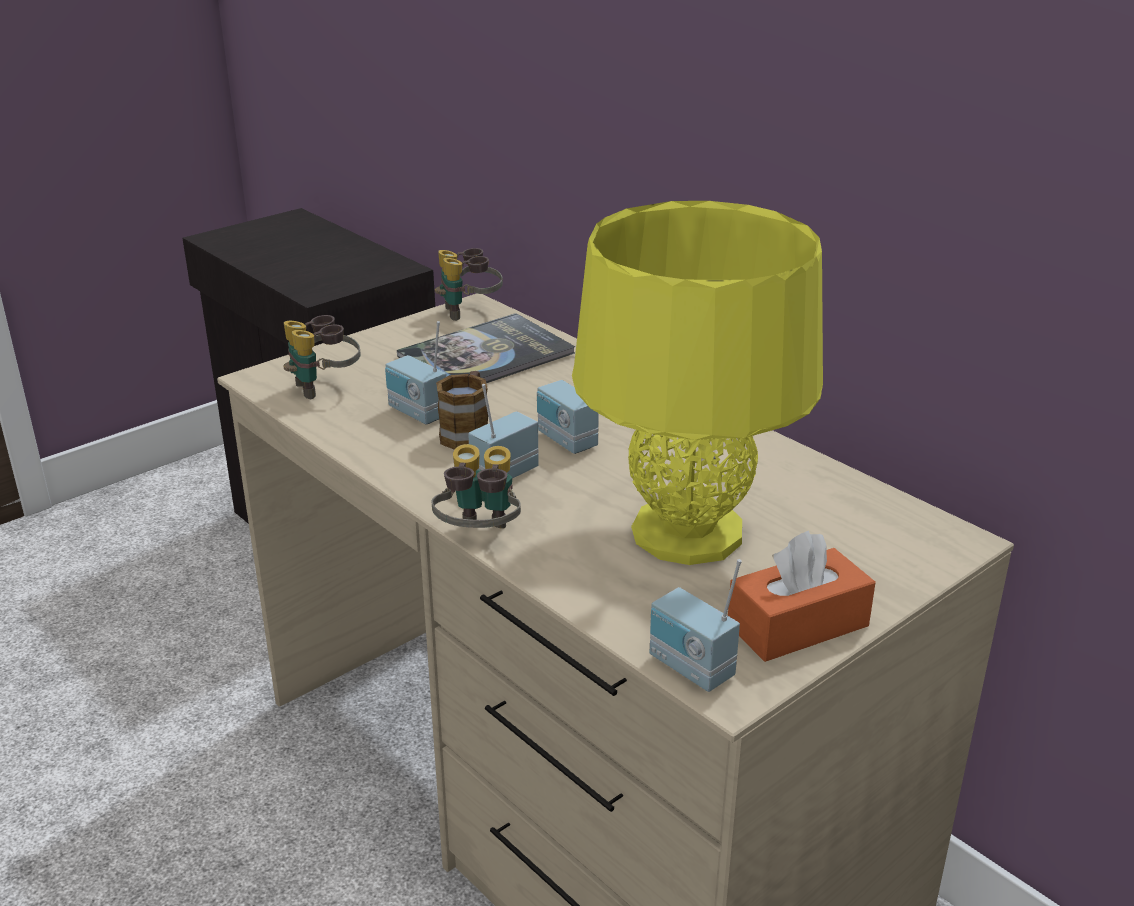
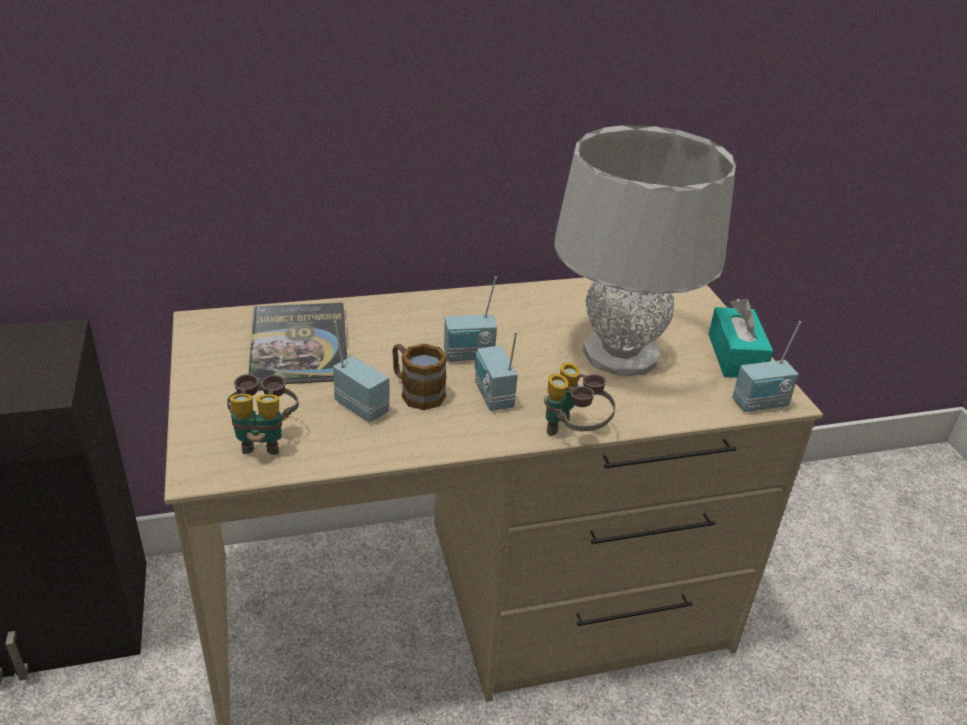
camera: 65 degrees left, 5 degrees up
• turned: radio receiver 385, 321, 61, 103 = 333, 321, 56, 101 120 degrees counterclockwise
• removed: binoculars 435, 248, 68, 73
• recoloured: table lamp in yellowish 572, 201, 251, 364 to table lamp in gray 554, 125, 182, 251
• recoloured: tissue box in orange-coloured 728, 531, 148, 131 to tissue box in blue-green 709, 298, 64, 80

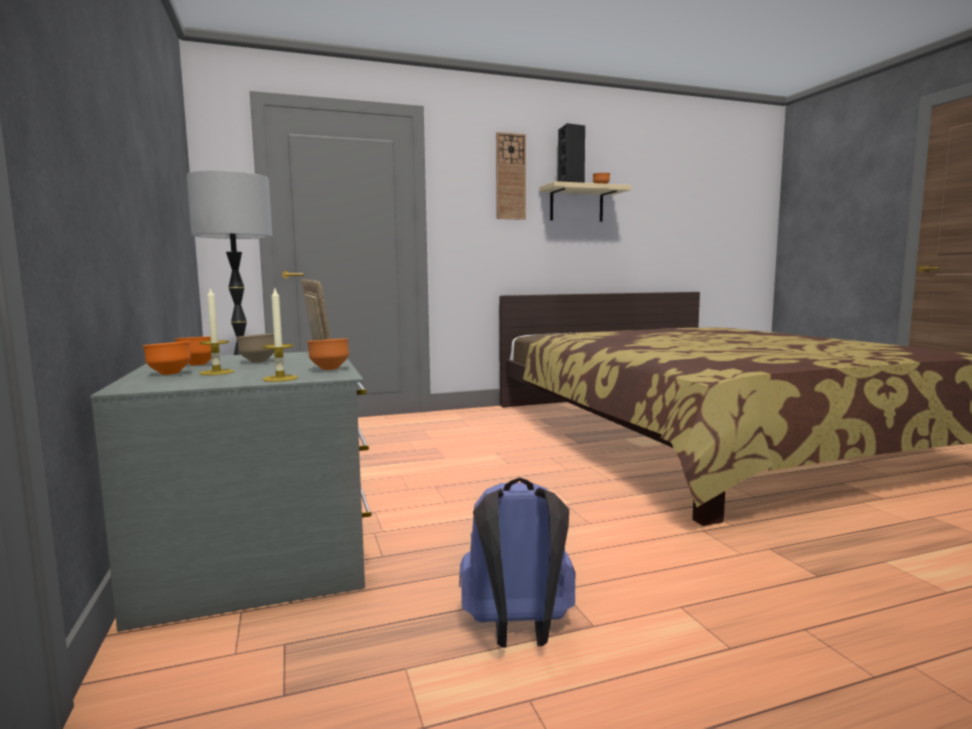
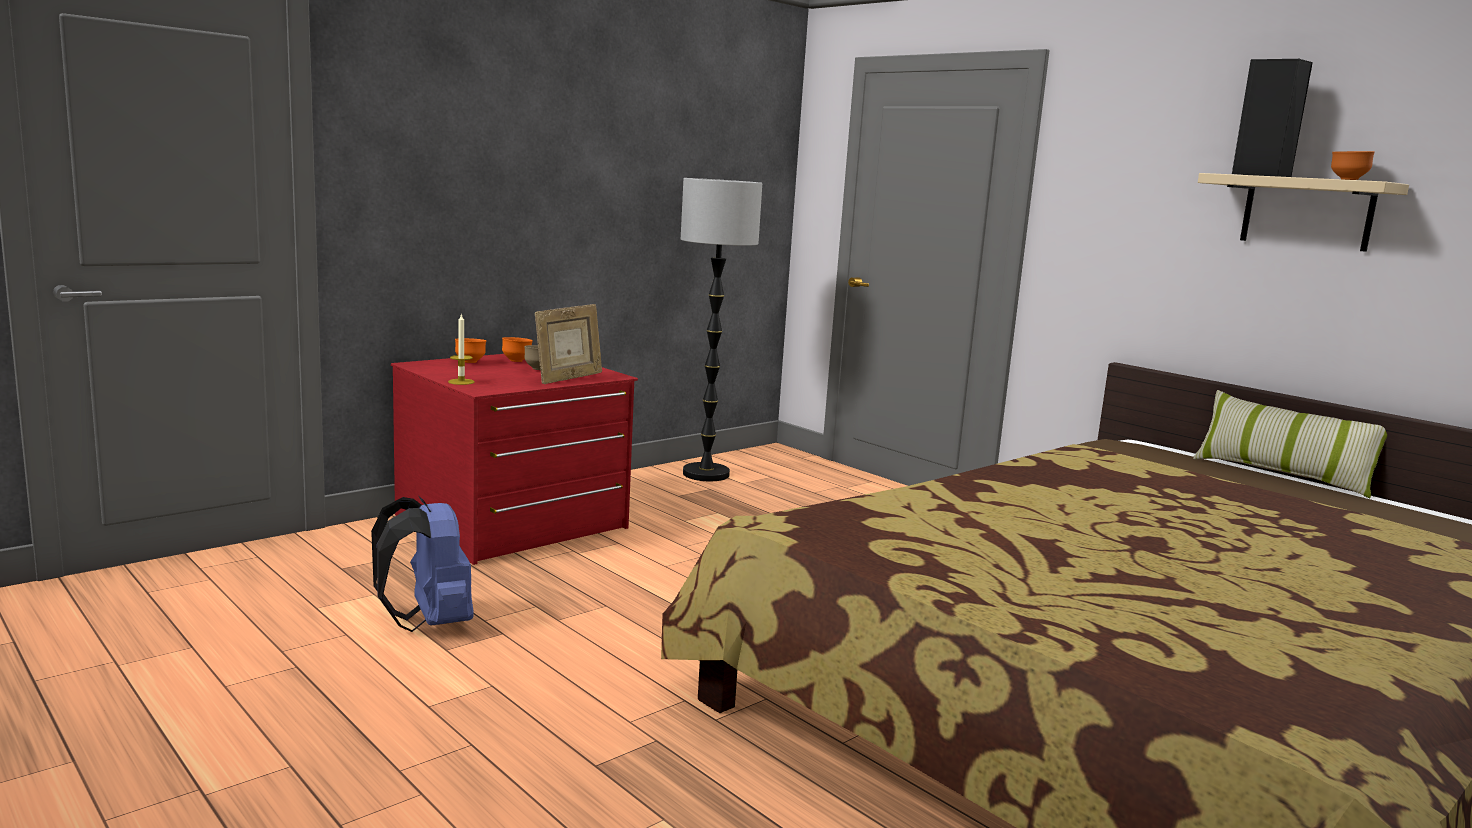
camera: 65 degrees right, 5 degrees up
• recoloured: drawer chest in gray 90, 352, 282, 280 to drawer chest in red 391, 354, 247, 211
• removed: wax candle 199, 287, 35, 88
• removed: serving bowl in orange-coloured 307, 338, 42, 32
• removed: wall clock 496, 132, 30, 88
• added: throw pillow 1193, 390, 194, 108

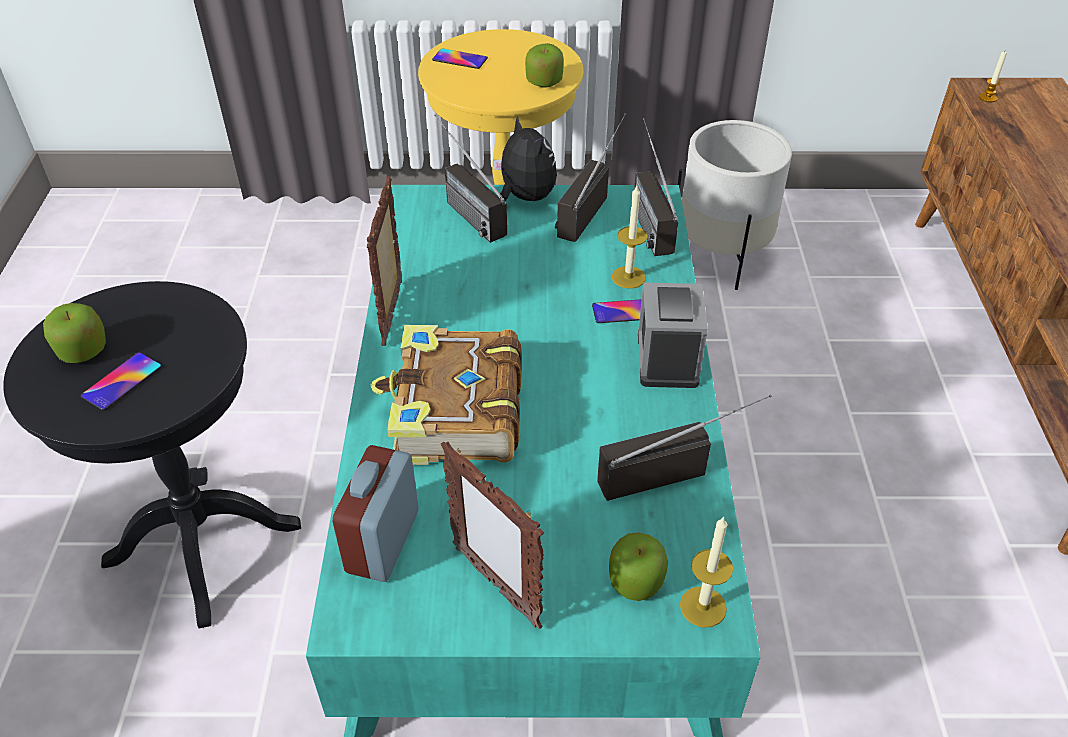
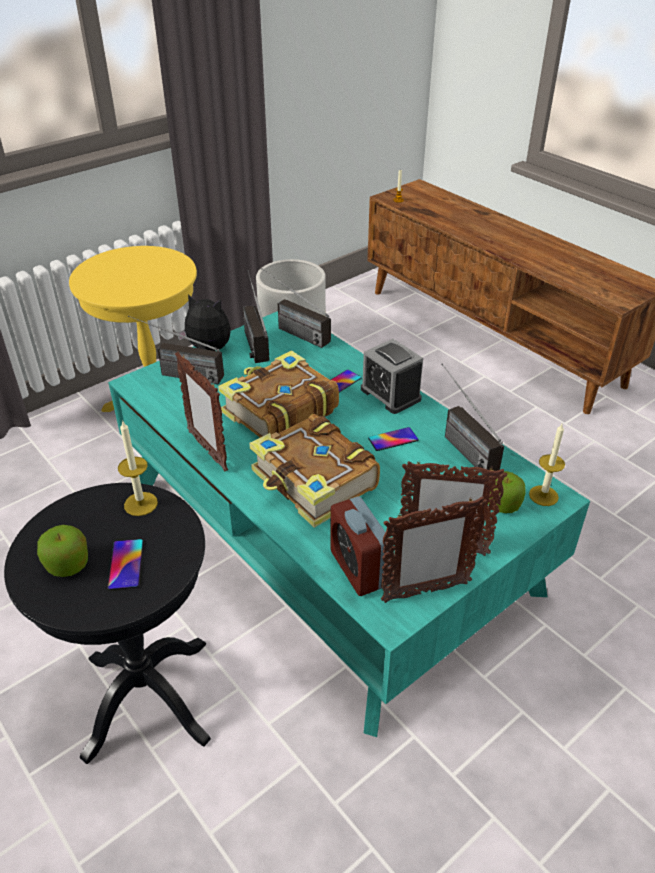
camera: 40 degrees left, 5 degrees down
• moved: telephone 432, 49, 56, 20 to 368, 427, 51, 24
• removed: apple fruit 525, 43, 39, 45
• turned: radio receiver 597, 394, 175, 107 = 441, 363, 63, 113 60 degrees counterclockwise
• moved: wax candle 612, 186, 35, 103 to 118, 420, 40, 96
• added: volume 218, 350, 121, 87
• added: standing frame 381, 497, 106, 106

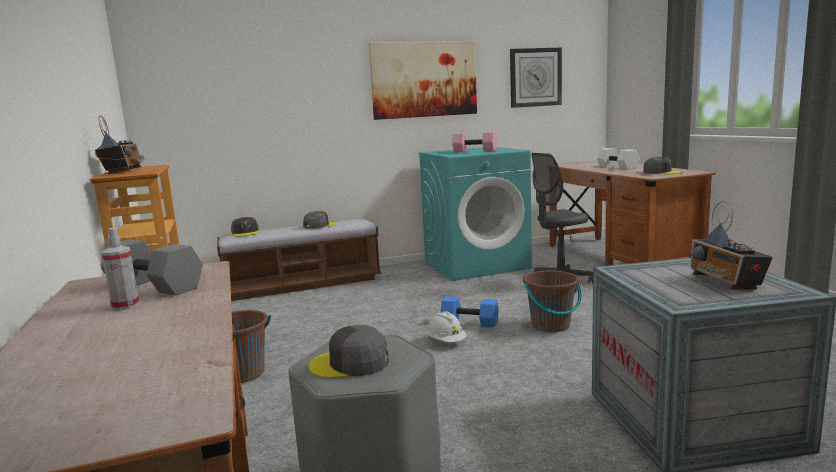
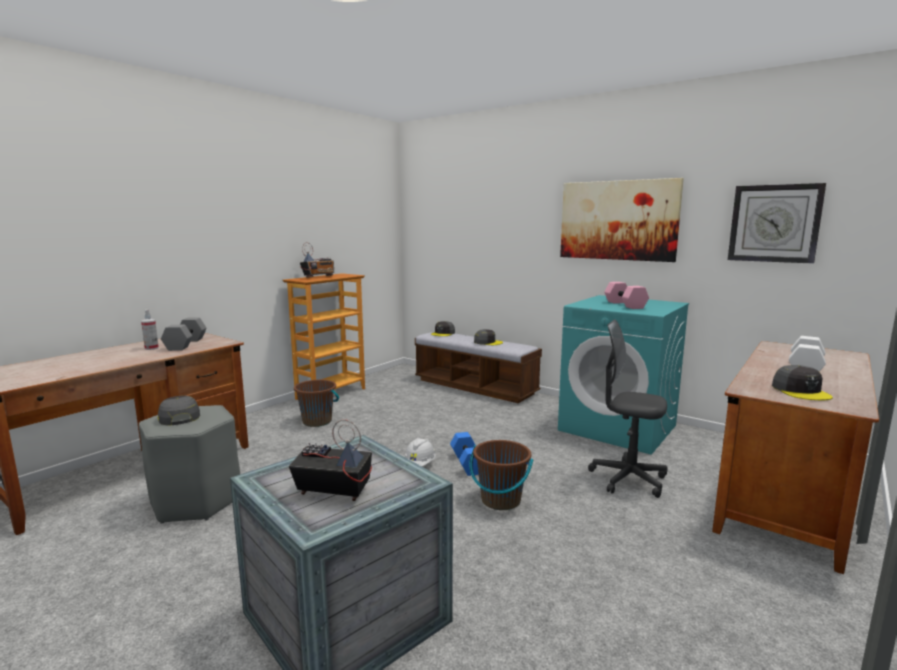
camera: 55 degrees right, 0 degrees up
• turned: radio receiver 690, 201, 83, 89 = 289, 419, 83, 82 60 degrees clockwise

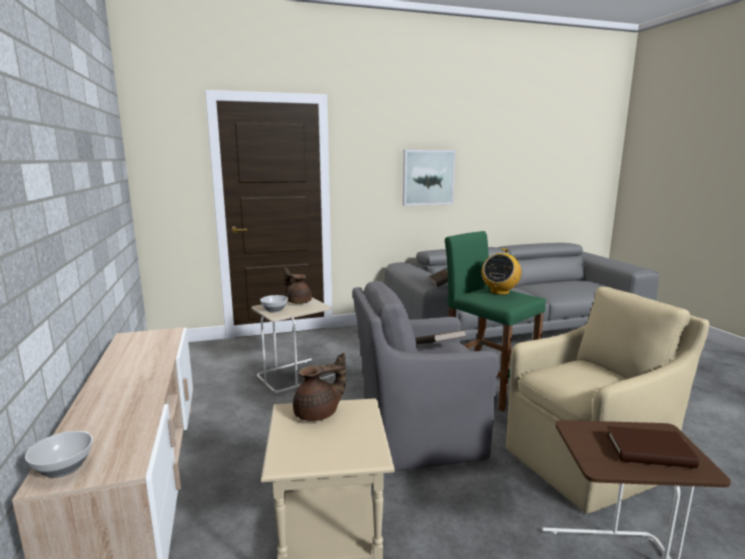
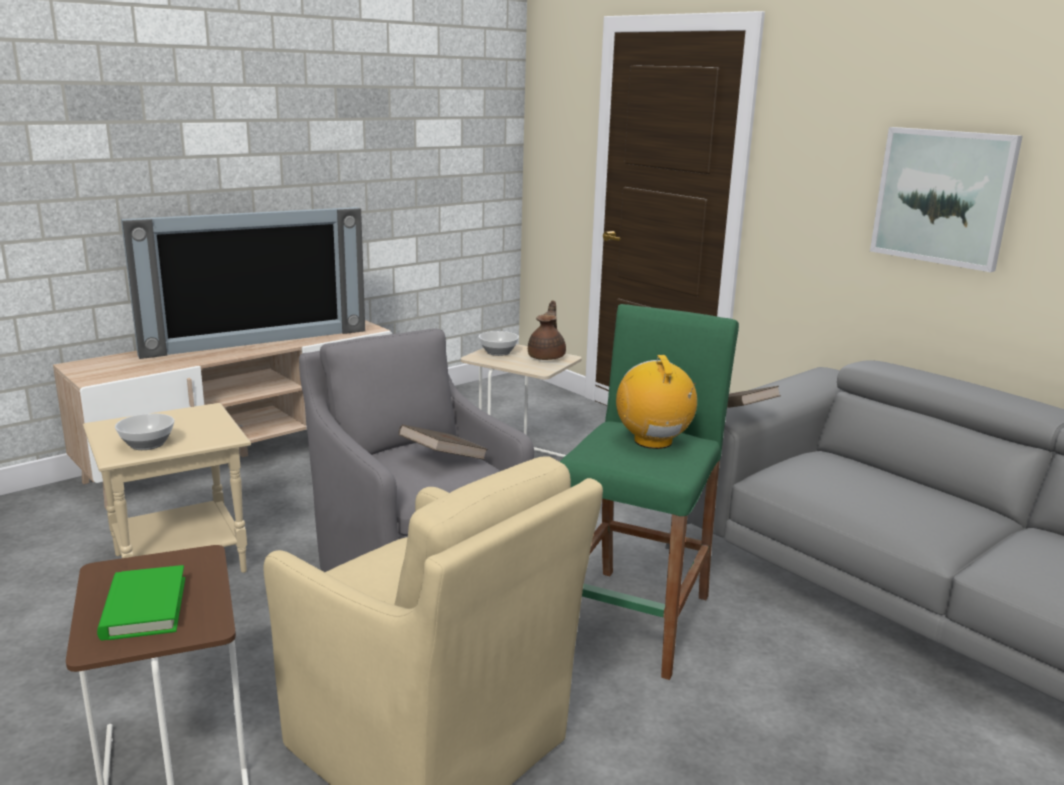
camera: 65 degrees right, 5 degrees up
• moved: serving bowl 25, 431, 68, 47 to 115, 413, 59, 37
• removed: teapot in brown 293, 353, 53, 68
• turned: radio receiver 482, 248, 39, 47 = 616, 355, 81, 94 75 degrees clockwise
• recoloured: volume in brown 606, 426, 93, 42 to volume in green-coloured 97, 565, 88, 76
• added: TV set 121, 207, 244, 152

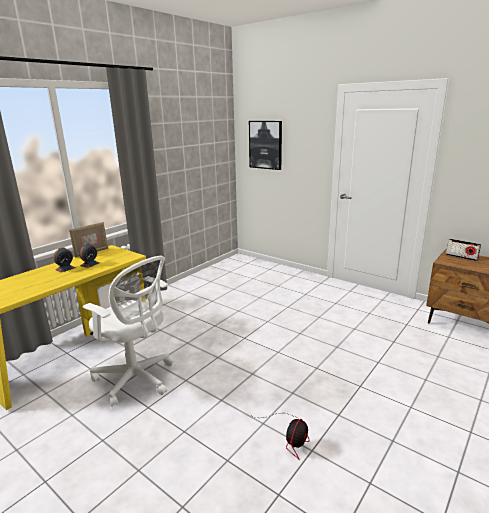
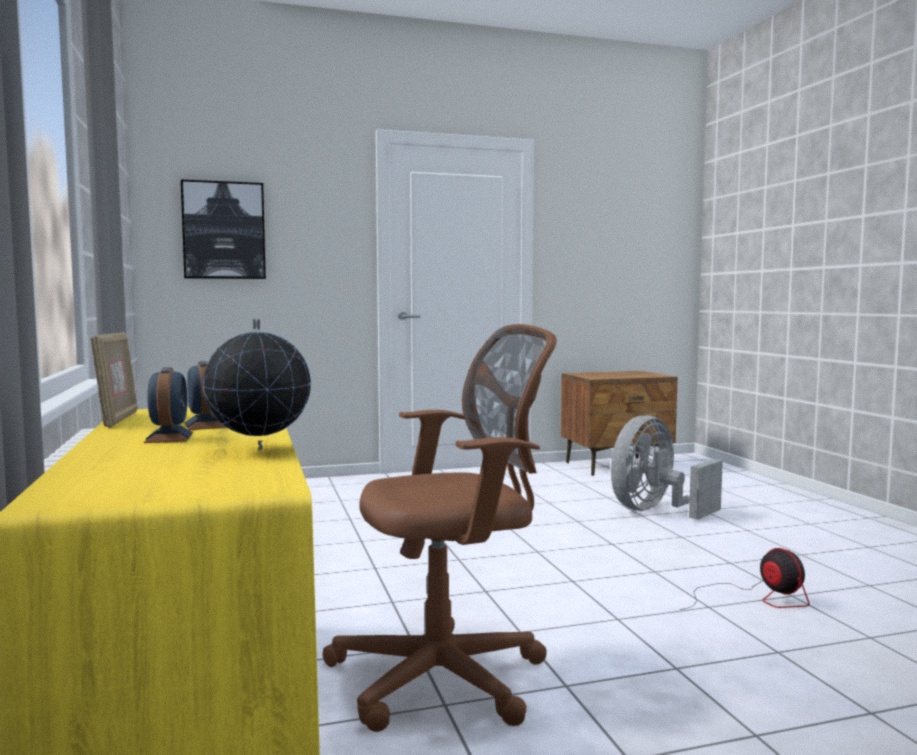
camera: 55 degrees left, 15 degrees down
• recoloured: computer chair in white 83, 256, 91, 151 to computer chair in brown 322, 324, 235, 408
• removed: radio receiver 446, 239, 35, 22
• added: world globe 202, 319, 109, 131
• added: fan in gray 611, 415, 112, 105

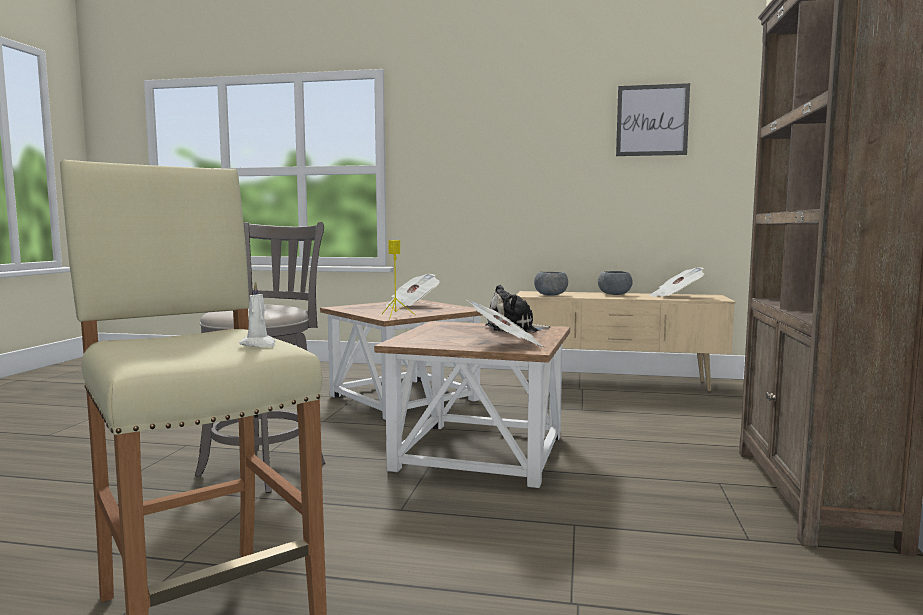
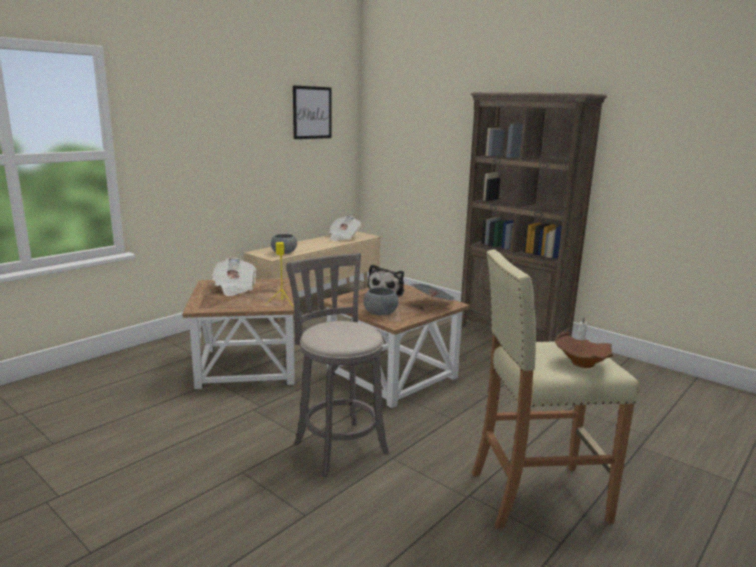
camera: 60 degrees left, 10 degrees up
• moved: serving bowl in gray 598, 271, 35, 24 to 364, 287, 35, 28
• added: serving bowl in brown 555, 332, 58, 36

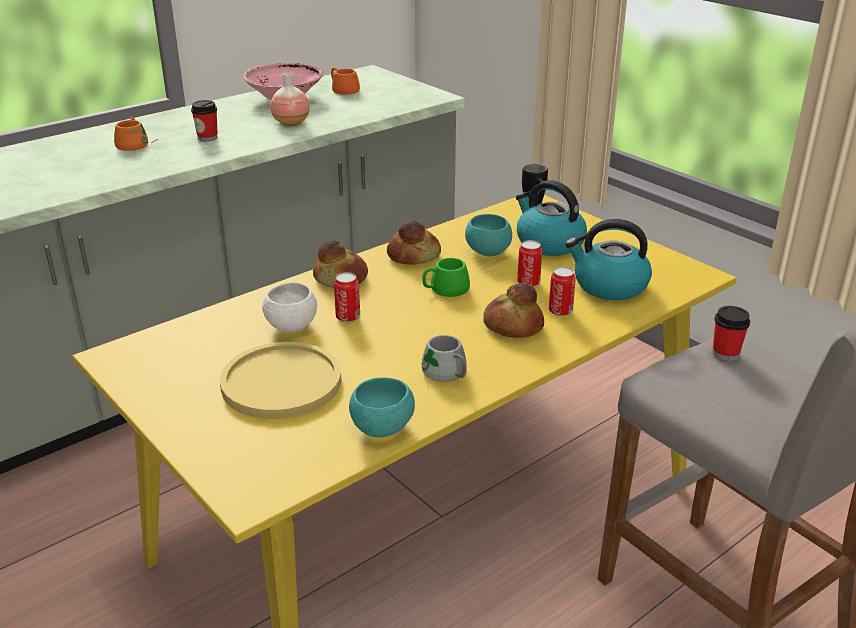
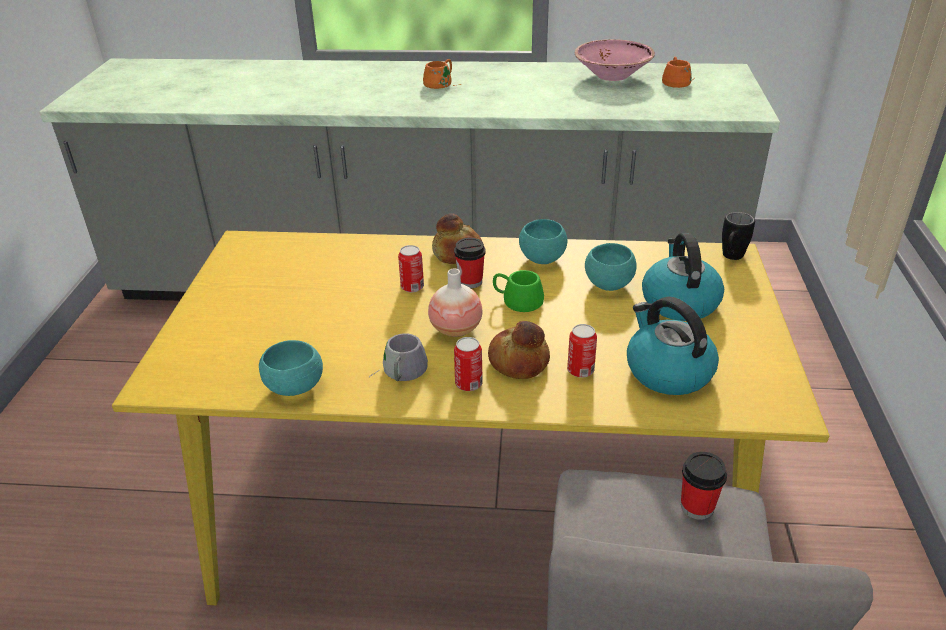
camera: 45 degrees right, 5 degrees up
• moved: drinking cup 191, 100, 27, 41 to 454, 238, 32, 50
• removed: plate in yellowish 220, 342, 121, 77
• removed: serving bowl in white 262, 282, 55, 50
• moved: flower vase 270, 73, 40, 53 to 428, 268, 54, 69
• replaced: bread 387, 220, 54, 45 to serving bowl in blue-green 519, 219, 48, 45
• moved: metal can 517, 240, 25, 47 to 454, 337, 29, 54

